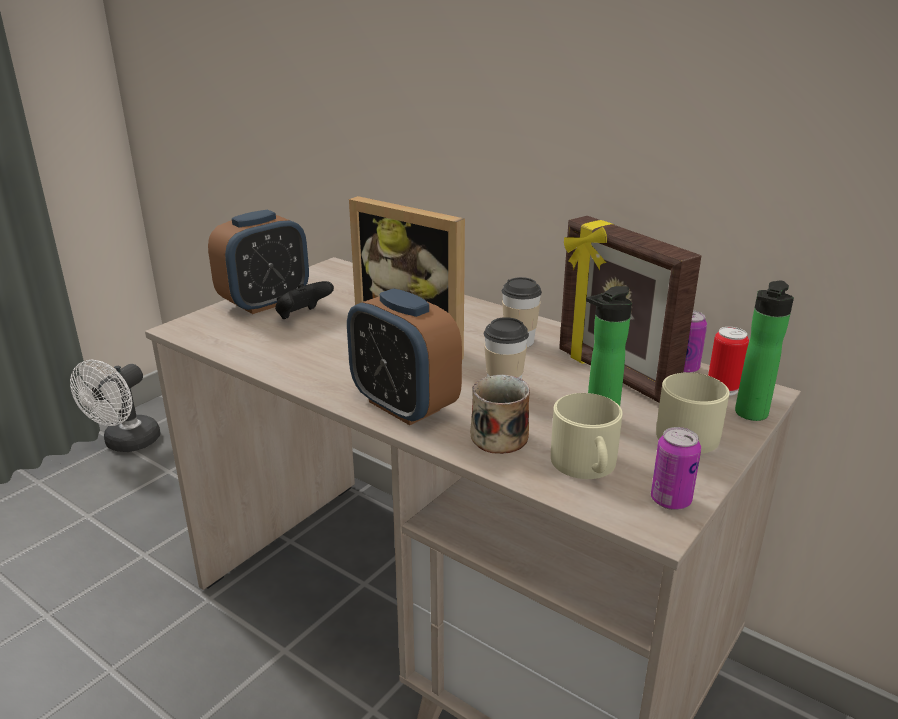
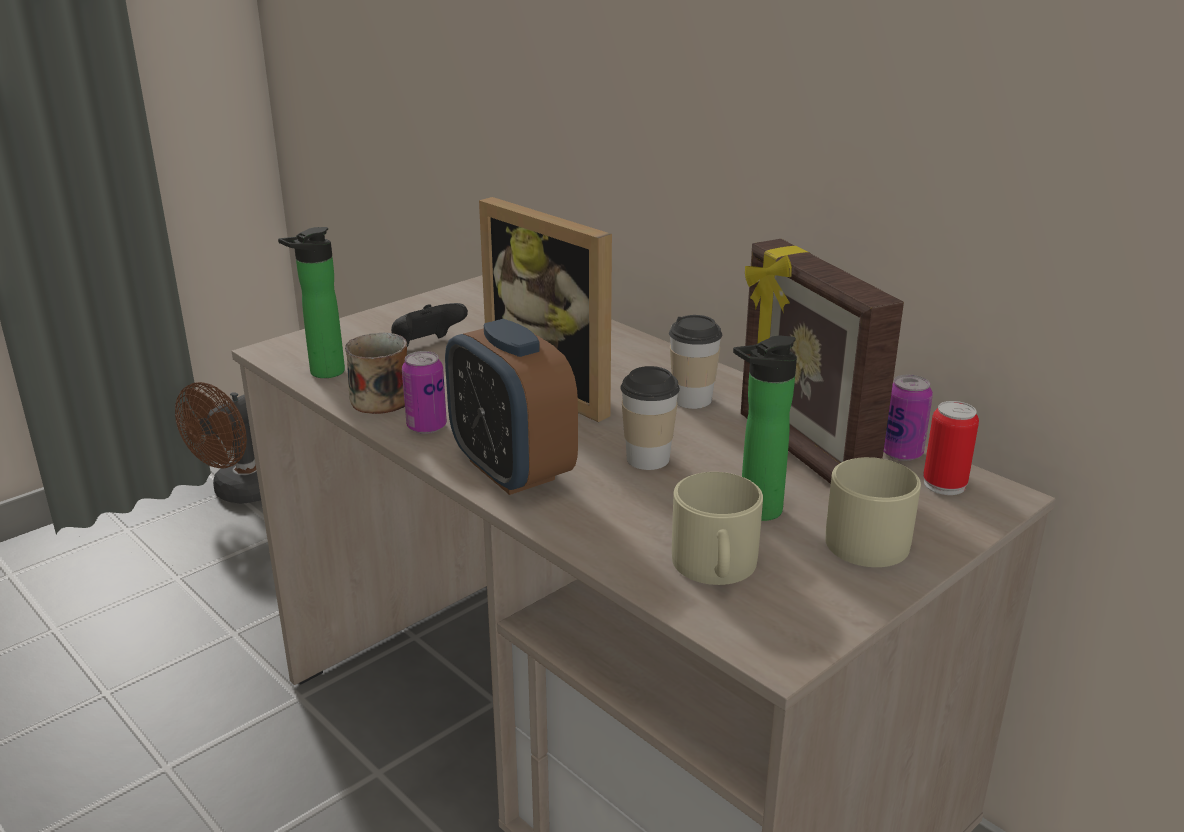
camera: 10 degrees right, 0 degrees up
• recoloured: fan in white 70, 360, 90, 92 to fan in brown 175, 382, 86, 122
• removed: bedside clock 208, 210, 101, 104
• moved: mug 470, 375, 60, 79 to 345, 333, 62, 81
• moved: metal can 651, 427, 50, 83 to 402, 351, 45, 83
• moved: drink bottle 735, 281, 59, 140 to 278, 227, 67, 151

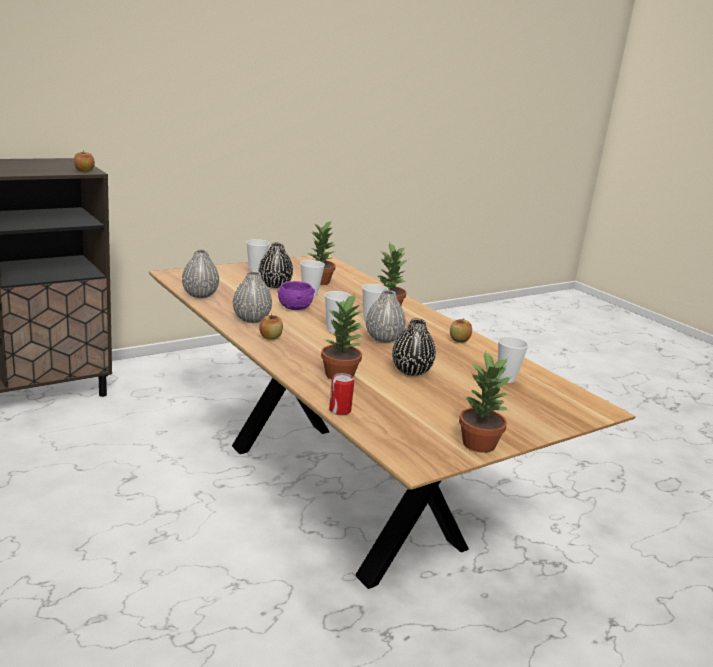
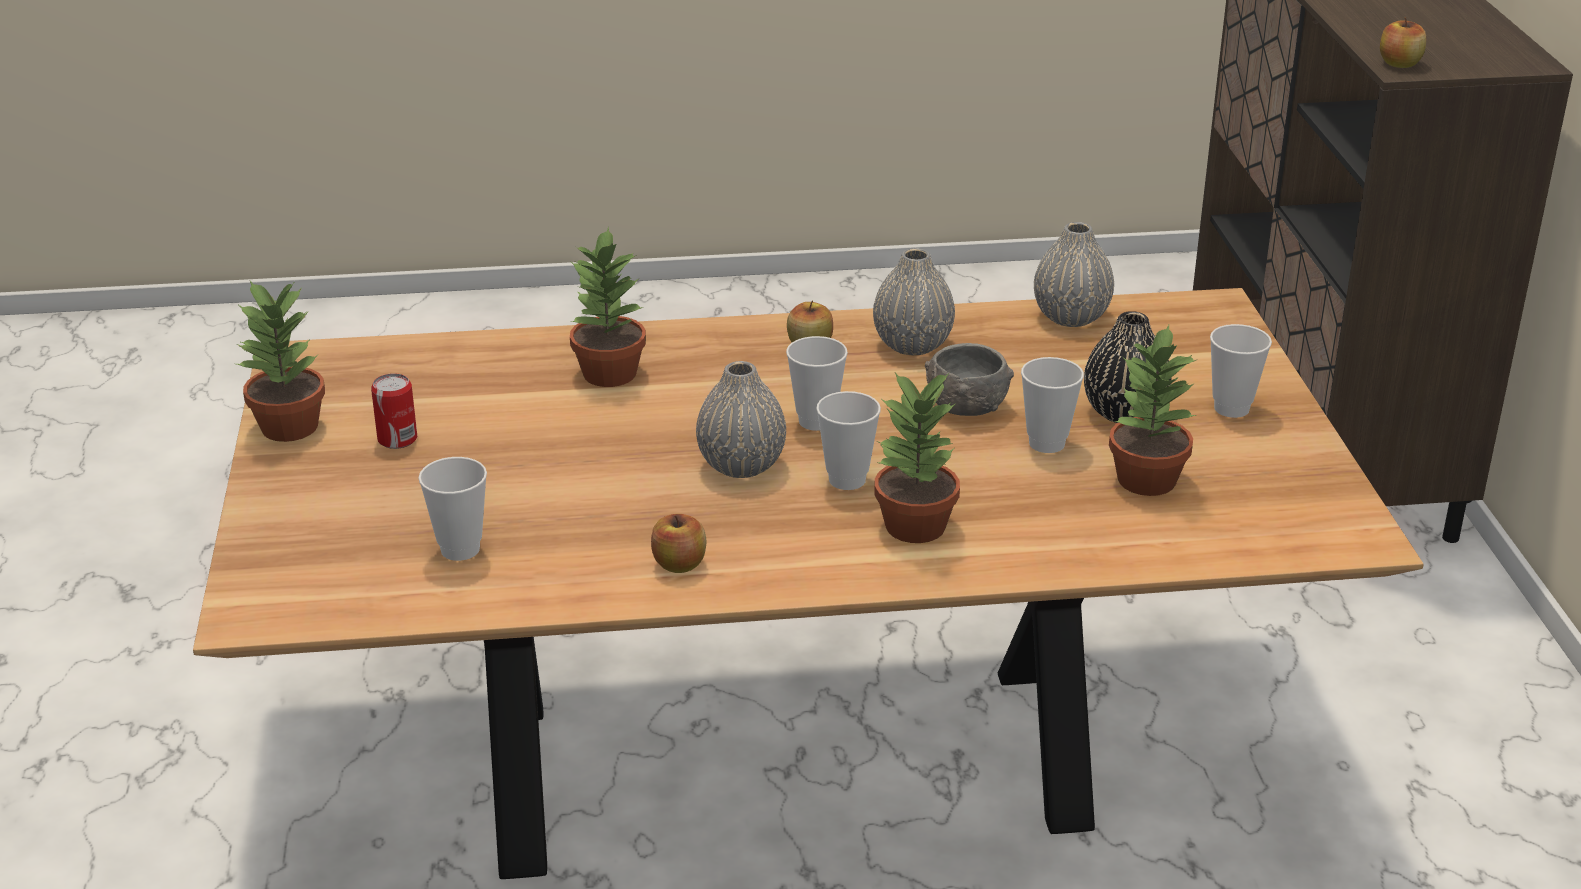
camera: 120 degrees right, 10 degrees up
• recoloured: serving bowl in purple 277, 281, 38, 29 to serving bowl in gray 925, 343, 89, 73
• moved: metal can 329, 373, 25, 42 to 371, 373, 46, 76
• removed: flower vase in blackish 392, 318, 44, 58

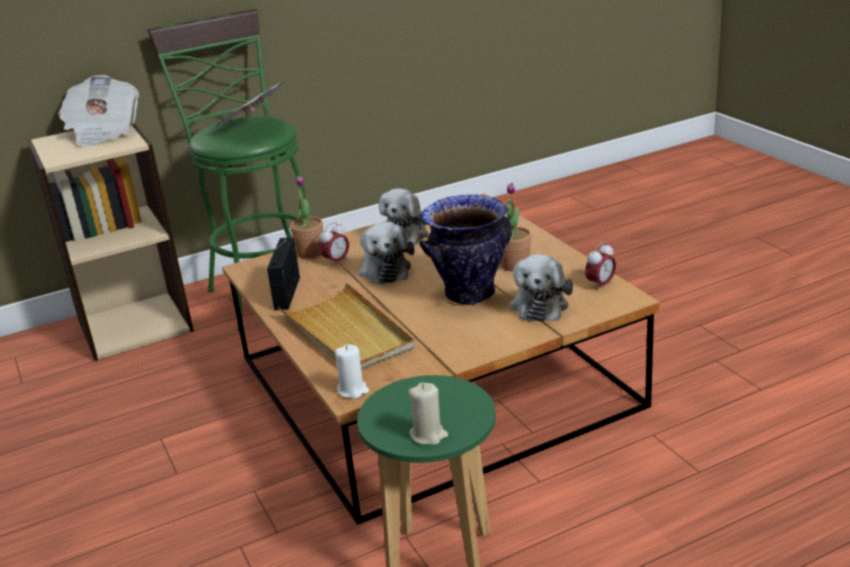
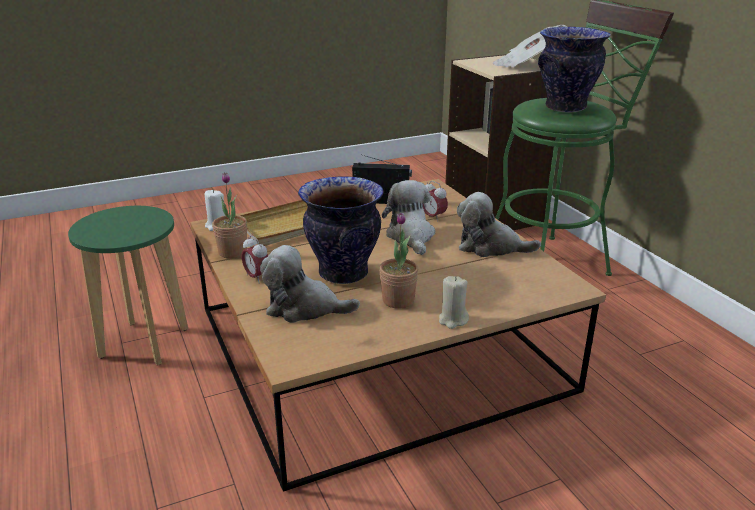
camera: 90 degrees right, 0 degrees up
• replaced: printed paper 211, 81, 74, 49 to flower vase 538, 27, 73, 86
• moved: potted plant 290, 176, 33, 83 to 212, 173, 35, 86
• turned: soft toy 359, 222, 55, 62 = 382, 180, 53, 75 90 degrees clockwise
• moved: wax candle in beige 408, 383, 40, 62 to 439, 276, 30, 53
• moved: bedside clock 585, 242, 31, 49 to 242, 235, 26, 49

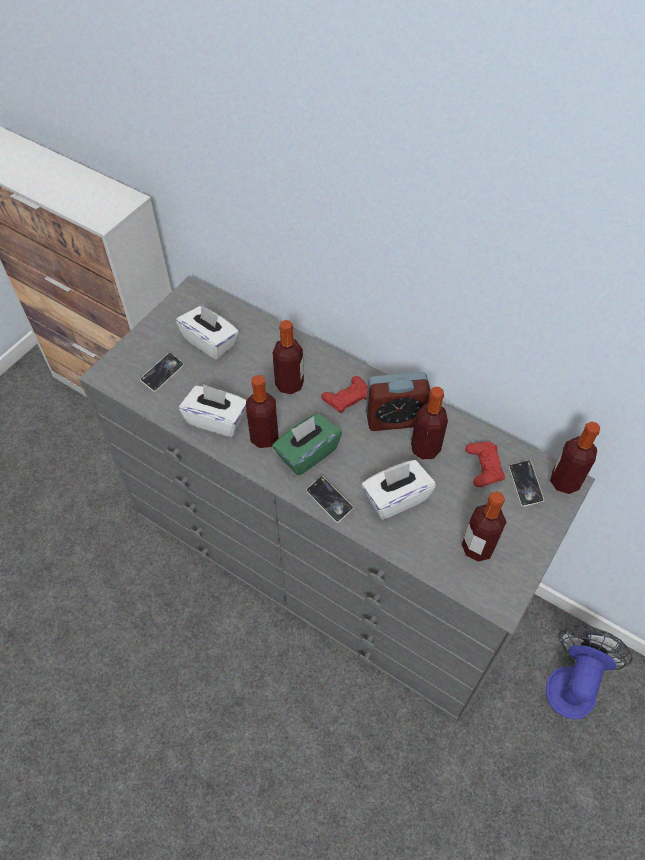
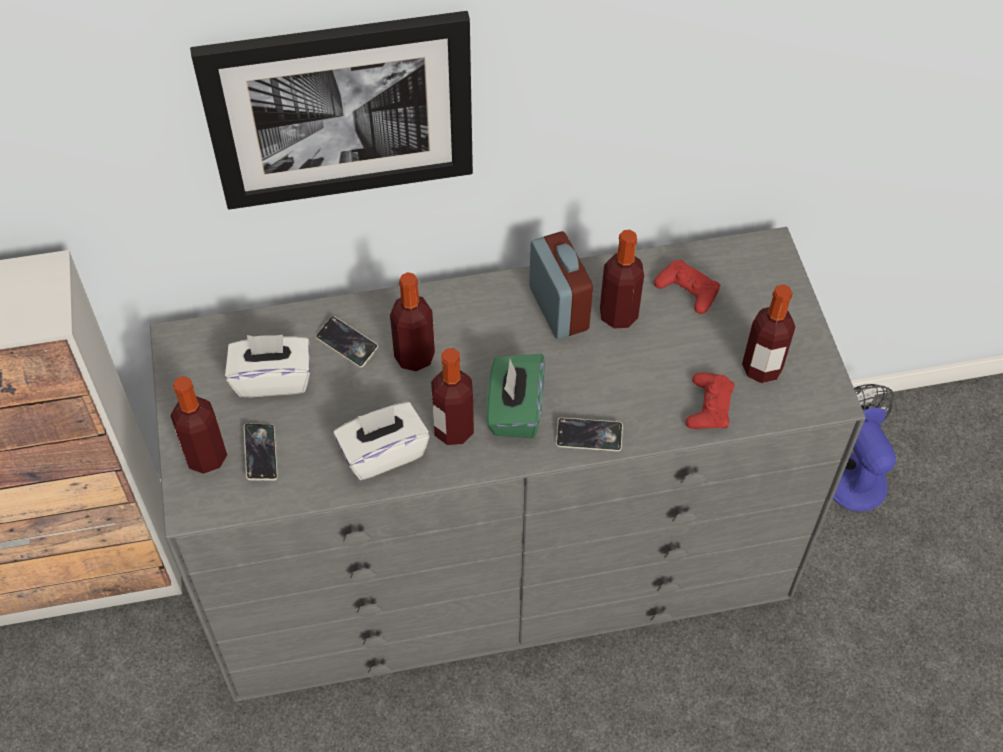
camera: 45 degrees left, 0 degrees up
• moved: joypad in red 321, 376, 47, 37 to 685, 372, 49, 57
• removed: tissue box in white 362, 460, 74, 60
• turned: bedside clock 366, 372, 64, 59 = 529, 231, 64, 108 60 degrees counterclockwise
• moved: telephone 509, 460, 35, 47 to 316, 316, 63, 52
• moved: drink bottle 550, 421, 50, 73 to 171, 376, 56, 98
• added: picture 190, 11, 283, 198

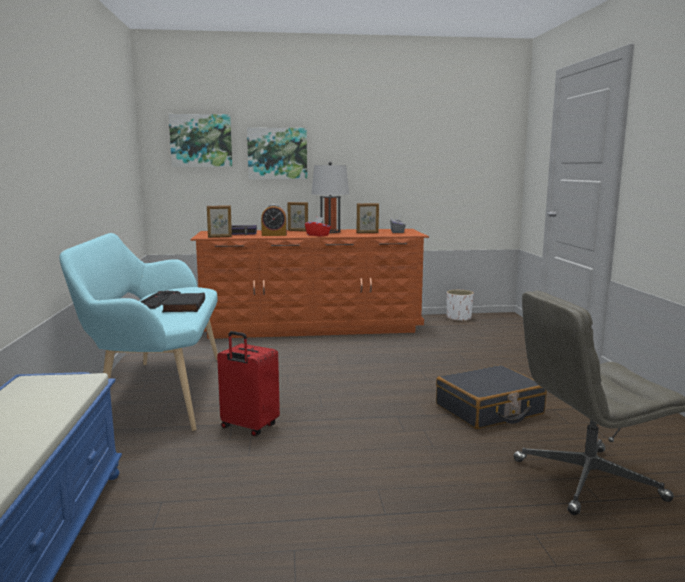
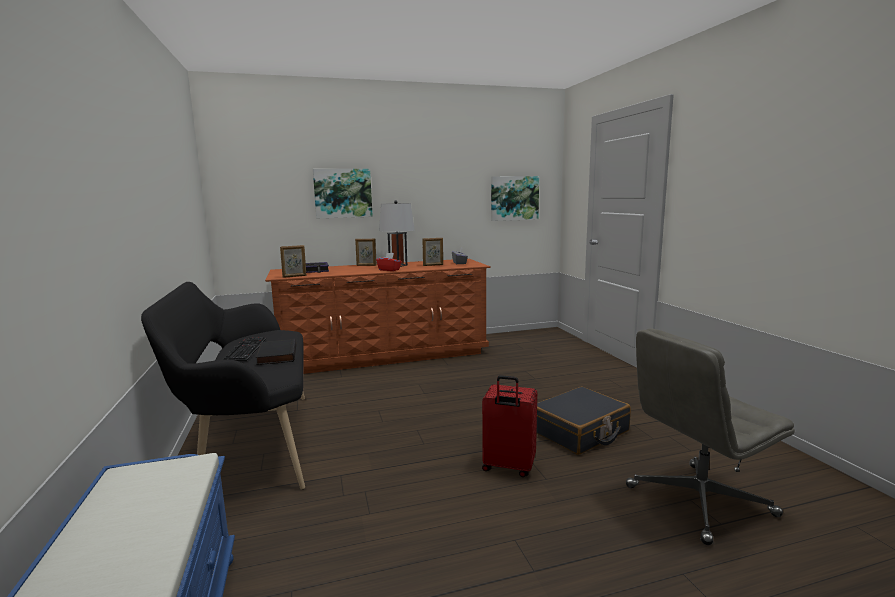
camera: 10 degrees left, 0 degrees up
• recoloured: bench in blue-green 59, 233, 159, 198 to bench in blackish 141, 282, 164, 208
• moved: picture 169, 114, 63, 53 to 491, 176, 48, 45
• moved: travel case in red 217, 331, 63, 105 to 482, 375, 55, 102
• removed: bedside clock 261, 204, 26, 32
• removed: planter in white 447, 290, 27, 31

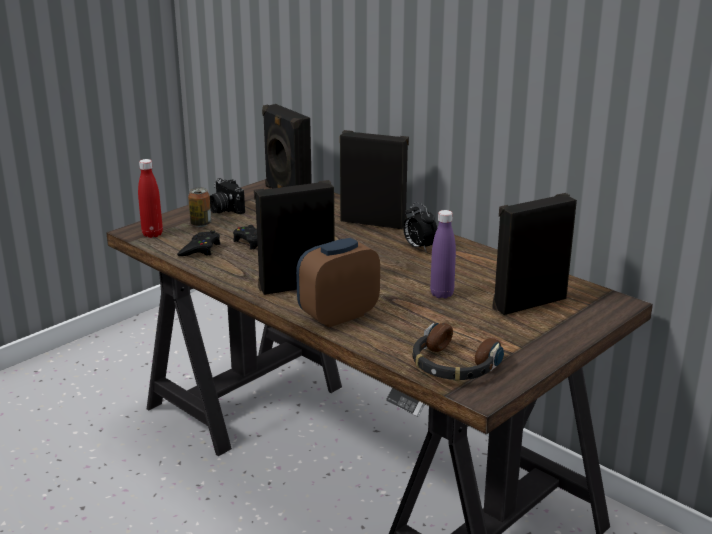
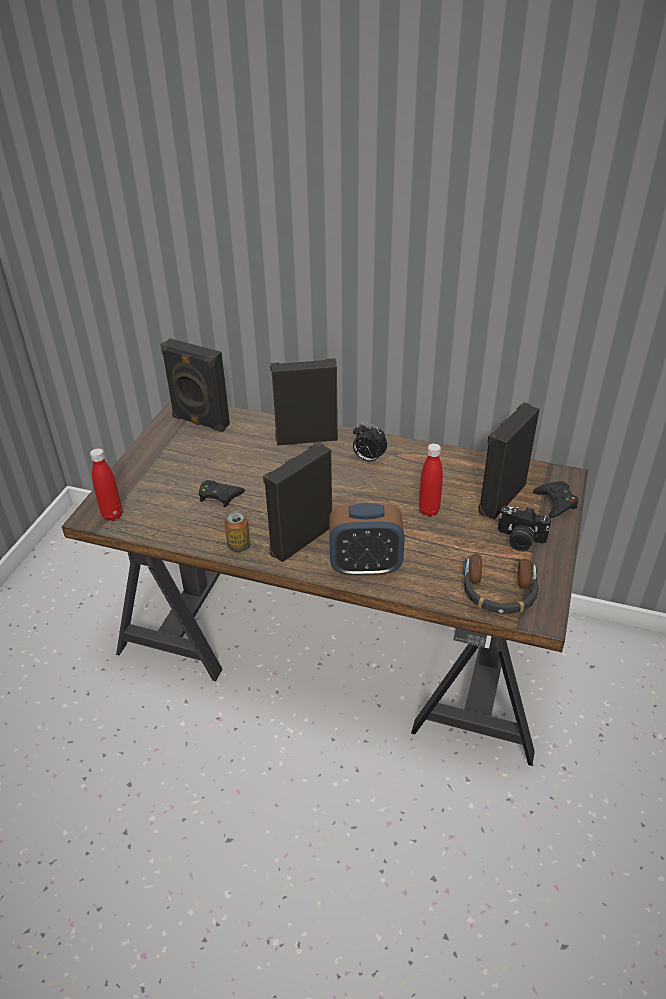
camera: 25 degrees left, 15 degrees up
• moved: joypad in blackish 177, 230, 44, 26 to 533, 481, 45, 37
• moved: metal can 188, 187, 23, 40 to 224, 510, 26, 42
• moved: photo camera 210, 178, 35, 36 to 498, 506, 53, 45
• turned: bedside clock 296, 238, 84, 90 = 329, 503, 76, 73 120 degrees counterclockwise
• recoloured: drink bottle in purple 430, 210, 26, 89 to drink bottle in red 419, 443, 24, 74

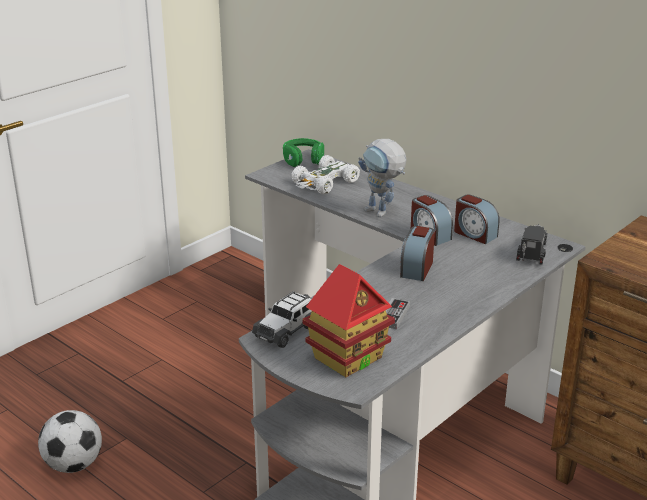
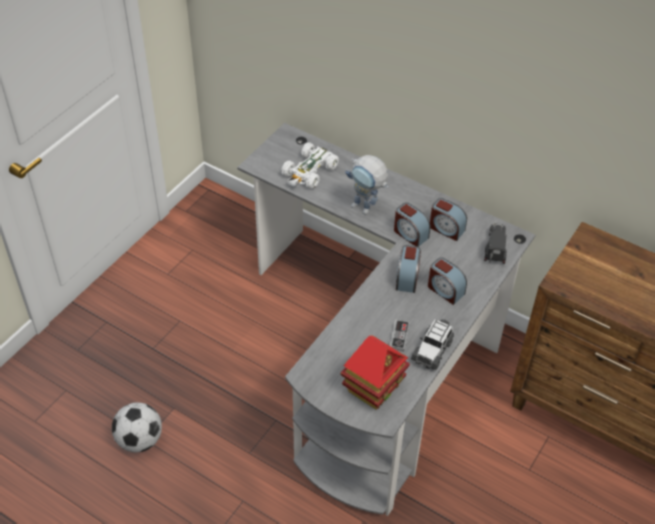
camera: 10 degrees left, 20 degrees up
• moved: toy car 252, 291, 60, 57 to 411, 319, 43, 51
• removed: headset in green-coloured 283, 138, 41, 29
• added: bedside clock 428, 257, 39, 48

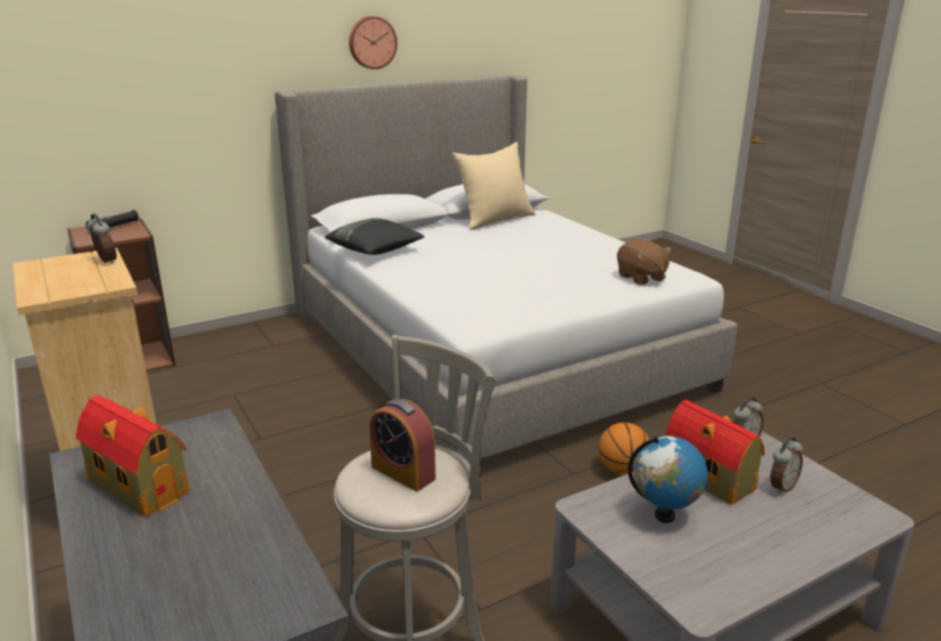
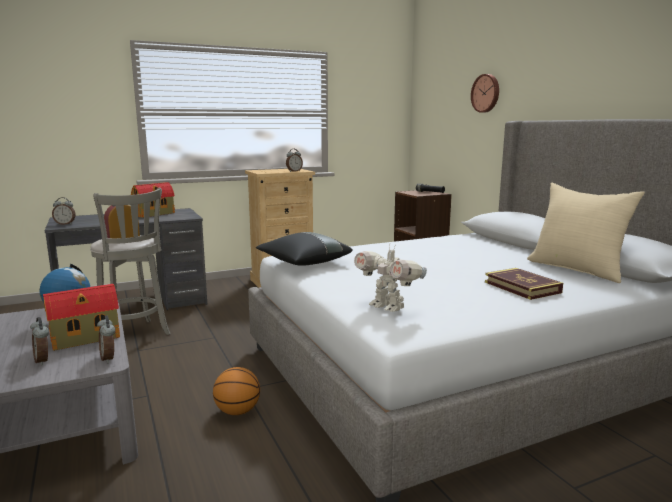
camera: 95 degrees right, 10 degrees down
• moved: throw pillow in blackish 325, 218, 99, 37 to 256, 232, 97, 34
• moved: wall clock 349, 16, 48, 53 to 471, 74, 28, 39
• replaced: soft toy in brown 617, 238, 55, 47 to model robot 354, 244, 73, 68
• added: bedside clock 52, 197, 24, 28
• added: volume 485, 268, 78, 32

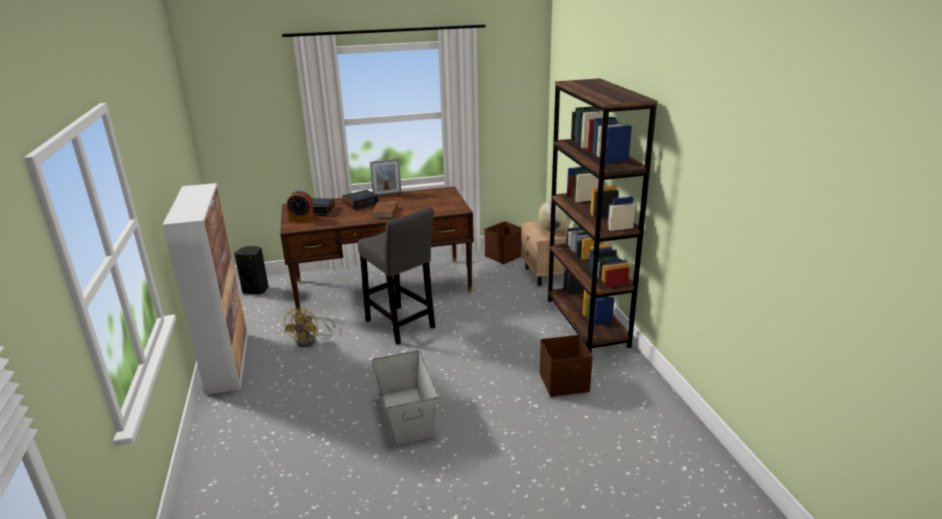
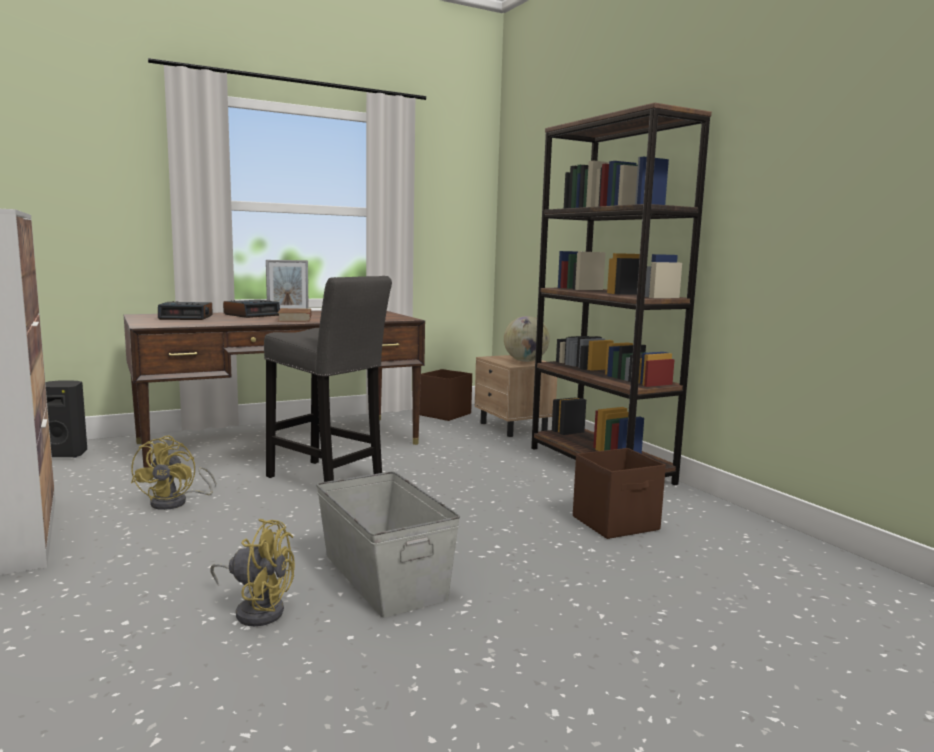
camera: 15 degrees left, 15 degrees down
• removed: bedside clock 287, 191, 28, 31
• added: fan in yellowish 210, 519, 85, 107

